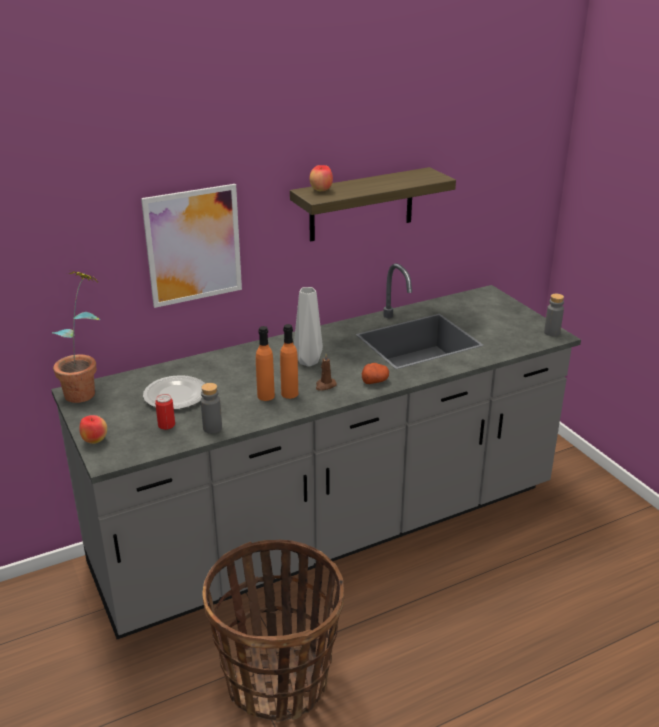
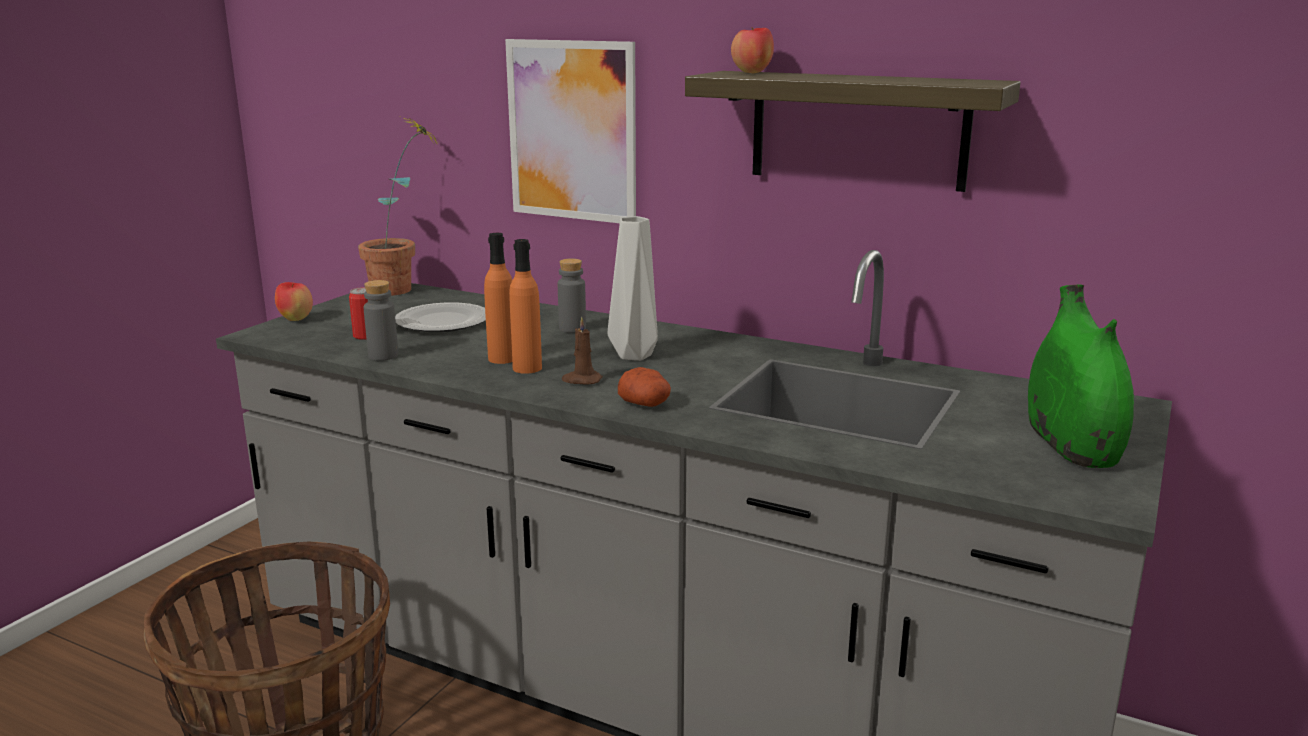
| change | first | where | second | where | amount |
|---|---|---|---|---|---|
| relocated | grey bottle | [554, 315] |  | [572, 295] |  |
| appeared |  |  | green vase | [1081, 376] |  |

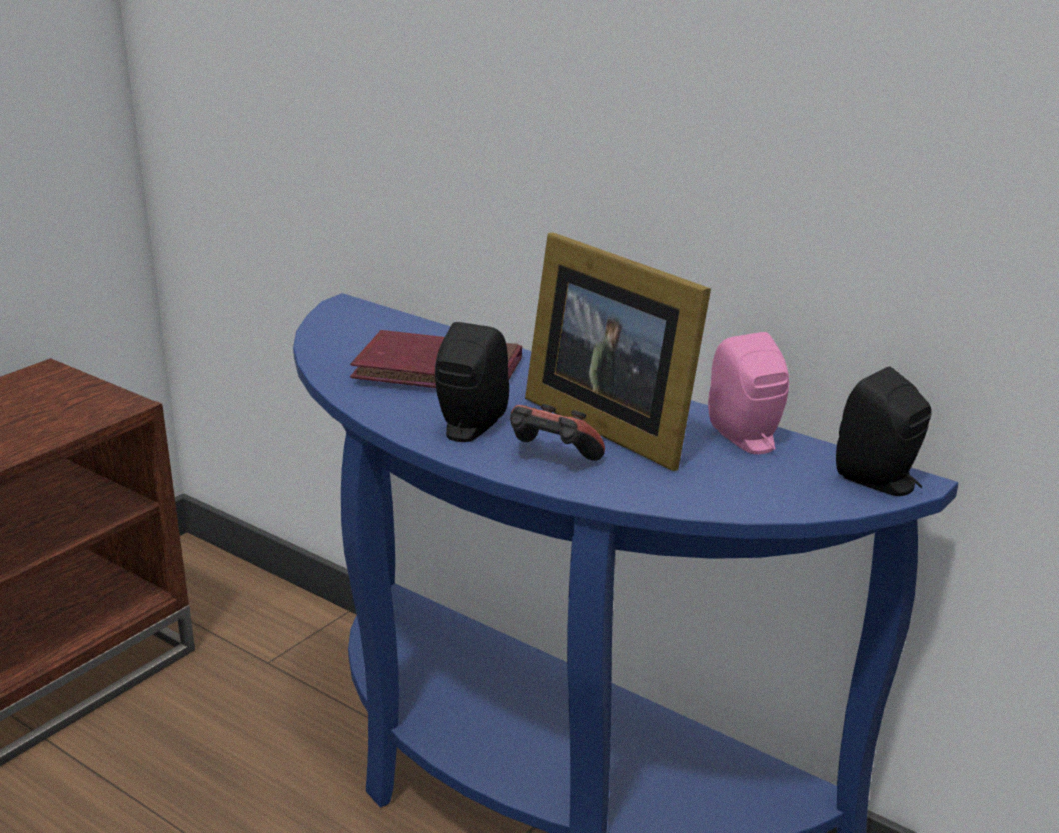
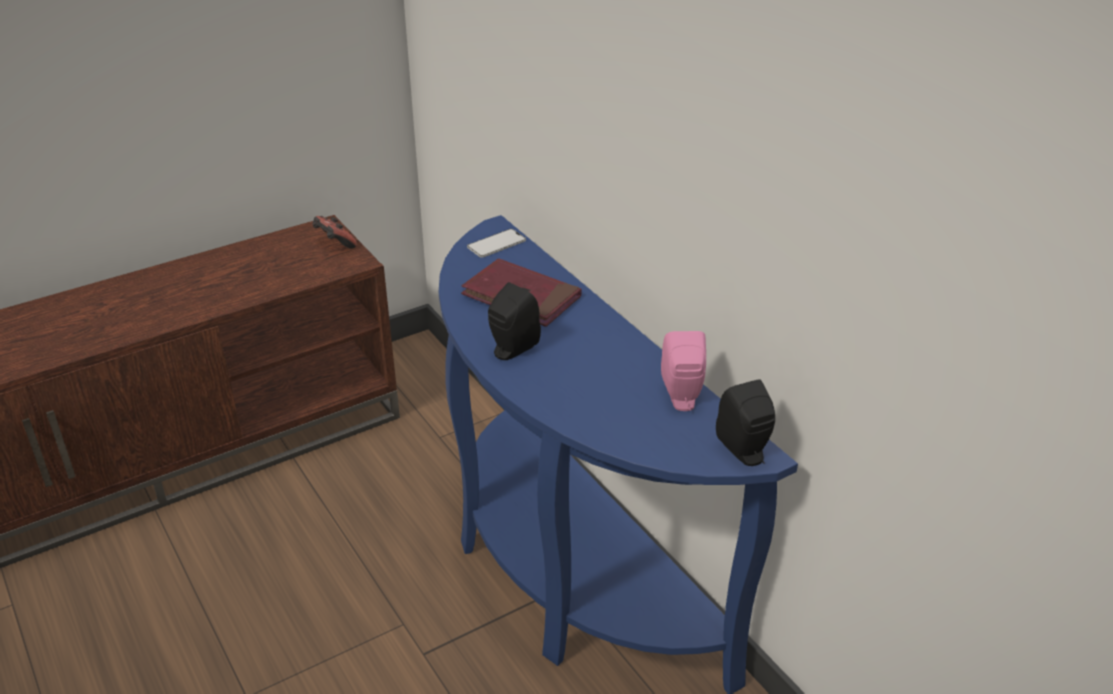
| change | first | where | second | where | amount |
|---|---|---|---|---|---|
| relocated | game controller | [557, 432] |  | [334, 232] |  |
| missing | picture frame | [618, 352] |  |  |  |
| appeared |  |  | phone | [496, 243] |  |

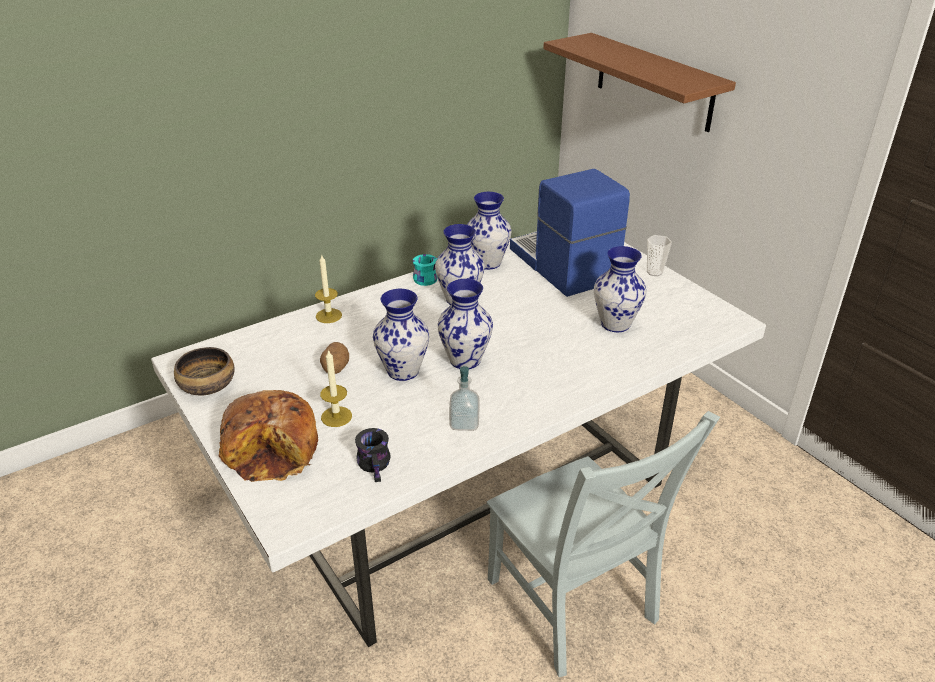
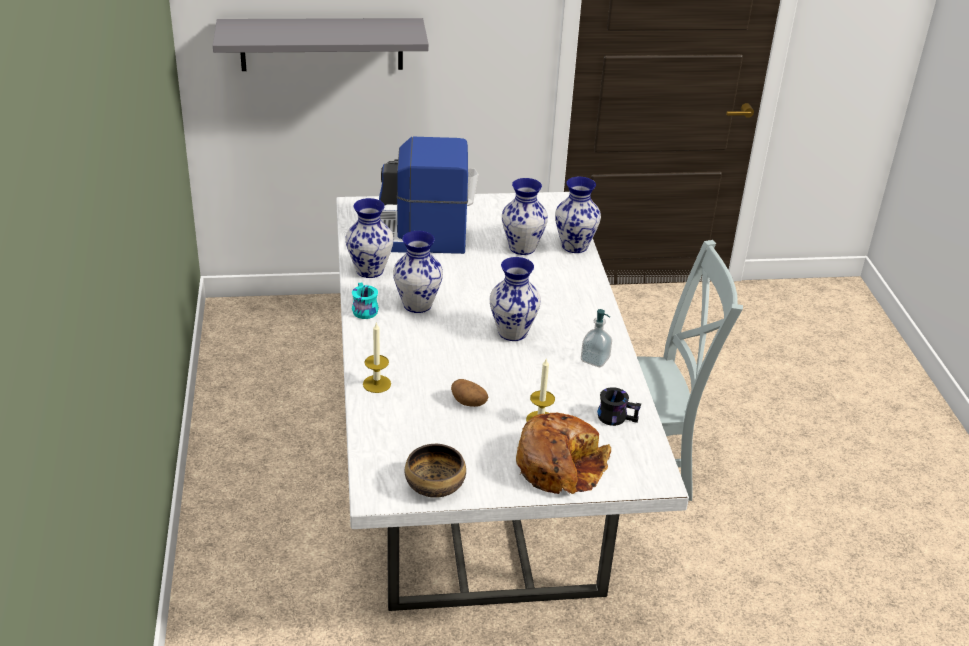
| change | first | where | second | where | amount |
|---|---|---|---|---|---|
| relocated | vase | [401, 335] |  | [578, 215] |  |
| colour | brown shelf | [639, 82] | grey shelf | [321, 44] |  |

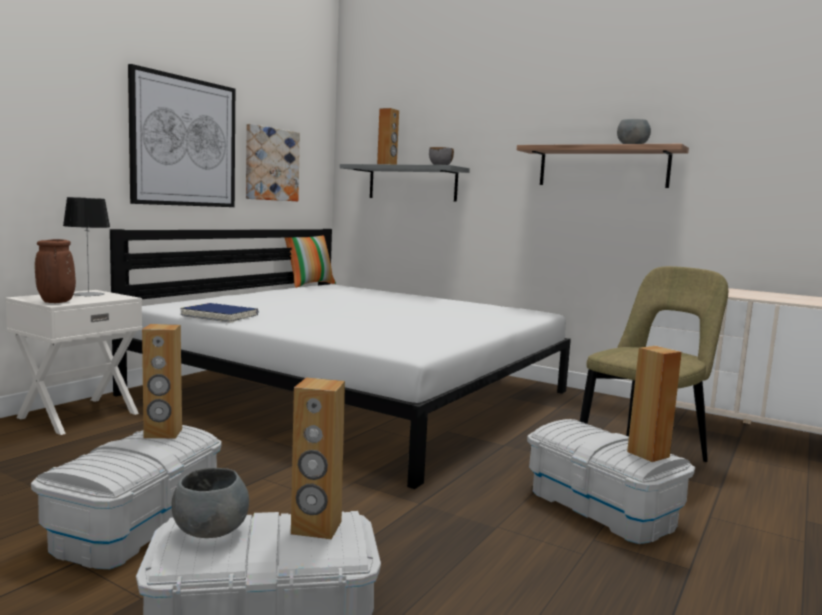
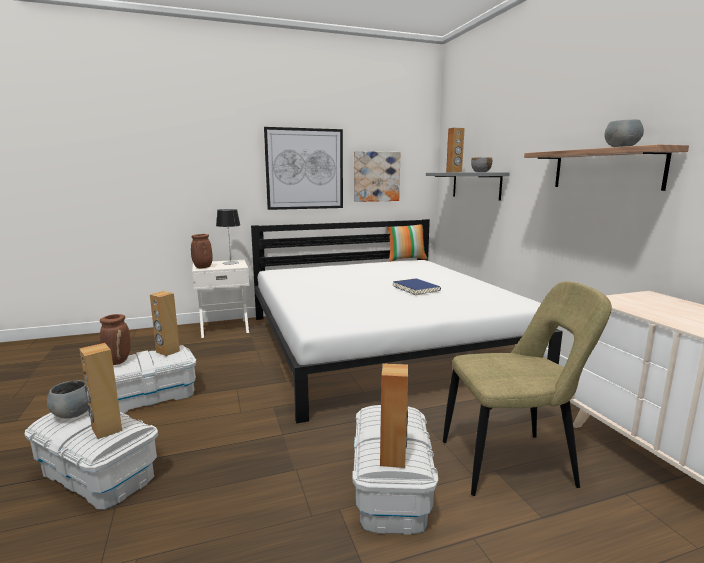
| change | first | where | second | where | amount |
|---|---|---|---|---|---|
| relocated | blue book | [219, 313] |  | [416, 286] |  |
| appeared |  |  | brown vase | [115, 339] |  |

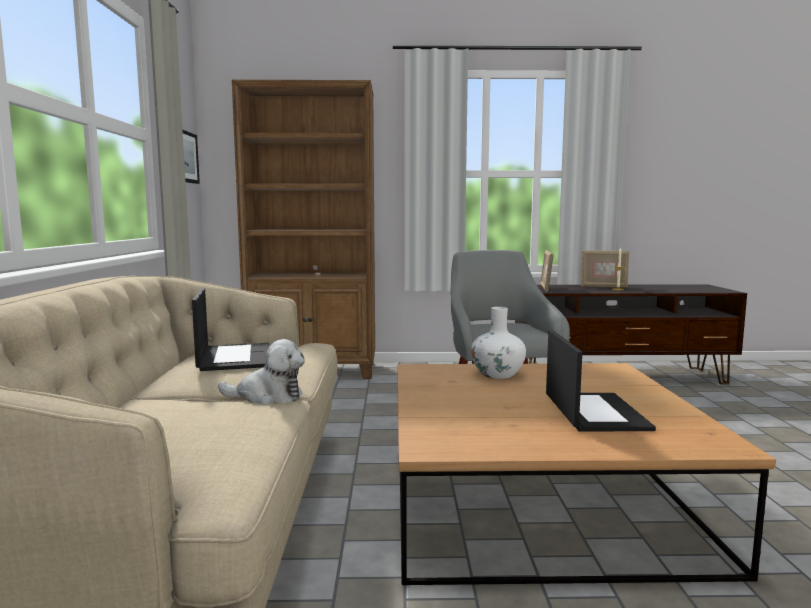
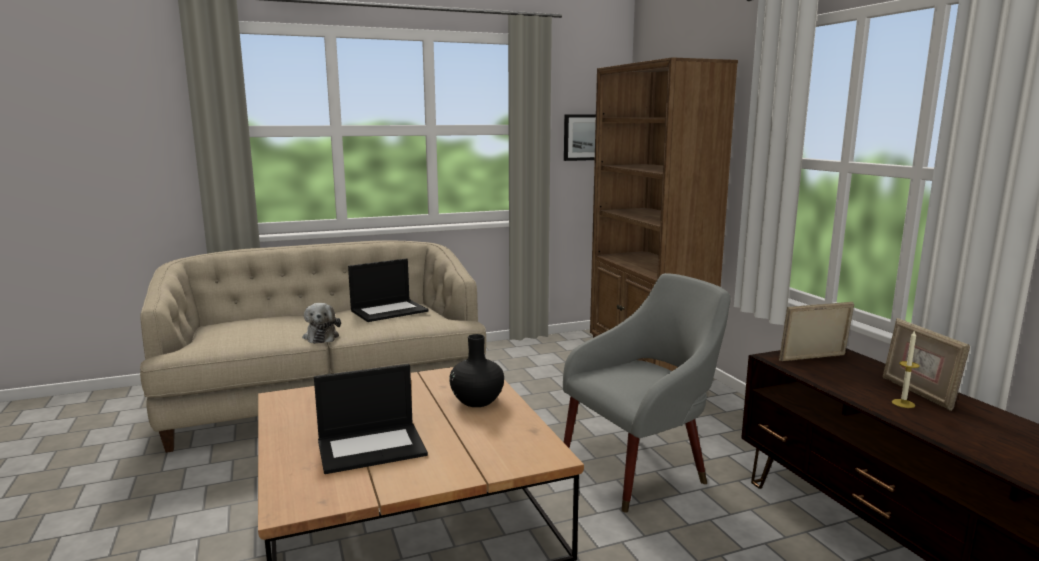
| change | first | where | second | where | amount |
|---|---|---|---|---|---|
| colour | white vase | [498, 343] | black vase | [476, 370] |  |

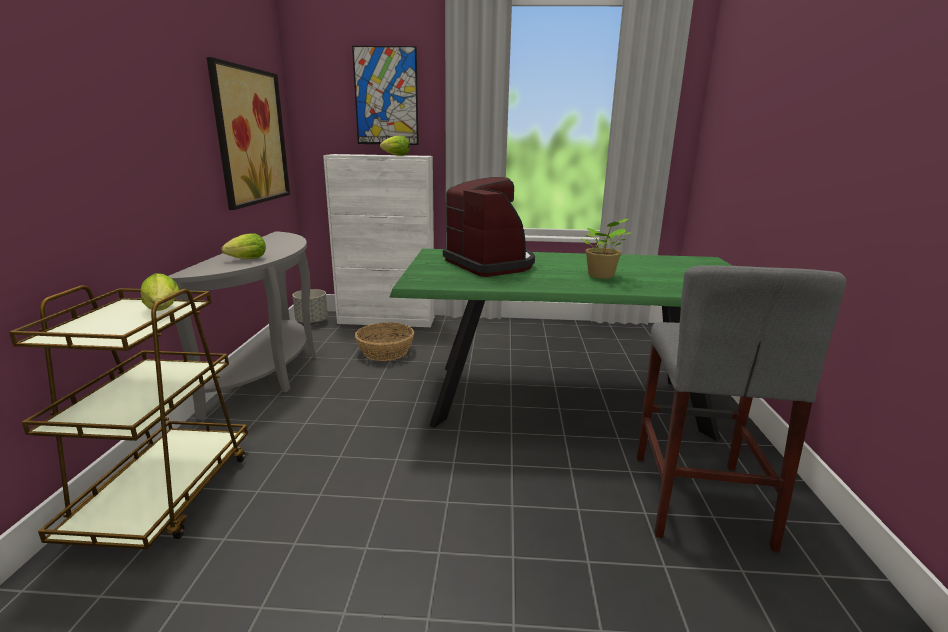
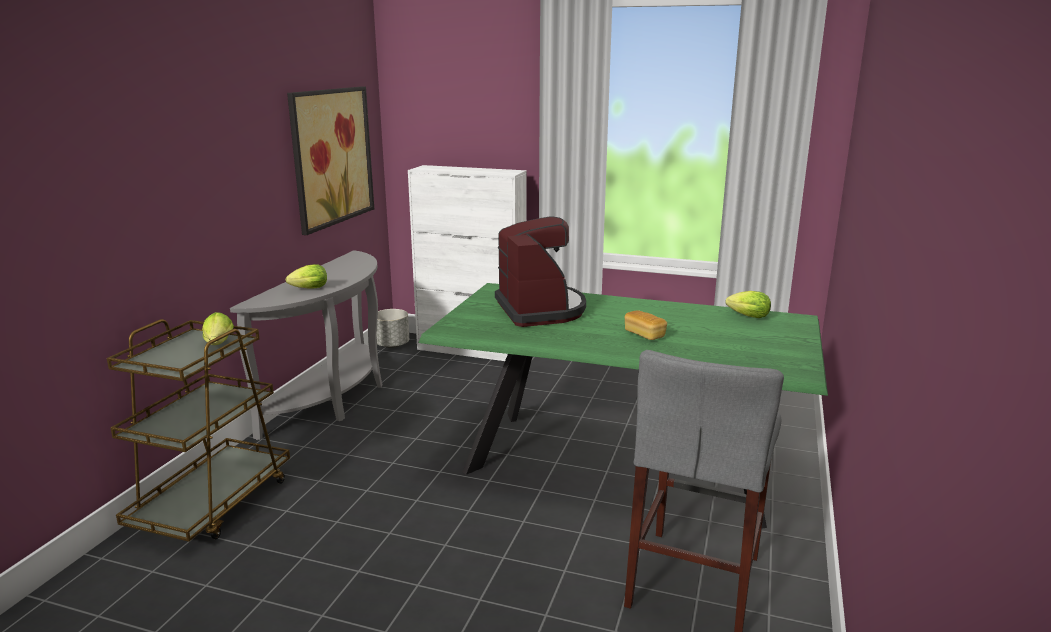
| change | first | where | second | where | amount |
|---|---|---|---|---|---|
| missing | picture | [385, 95] |  |  |  |
| missing | basket | [384, 341] |  |  |  |
| relocated | lettuce | [395, 146] |  | [748, 304] |  |
| exchanged | potted plant | [606, 248] | bread | [646, 325] |  |

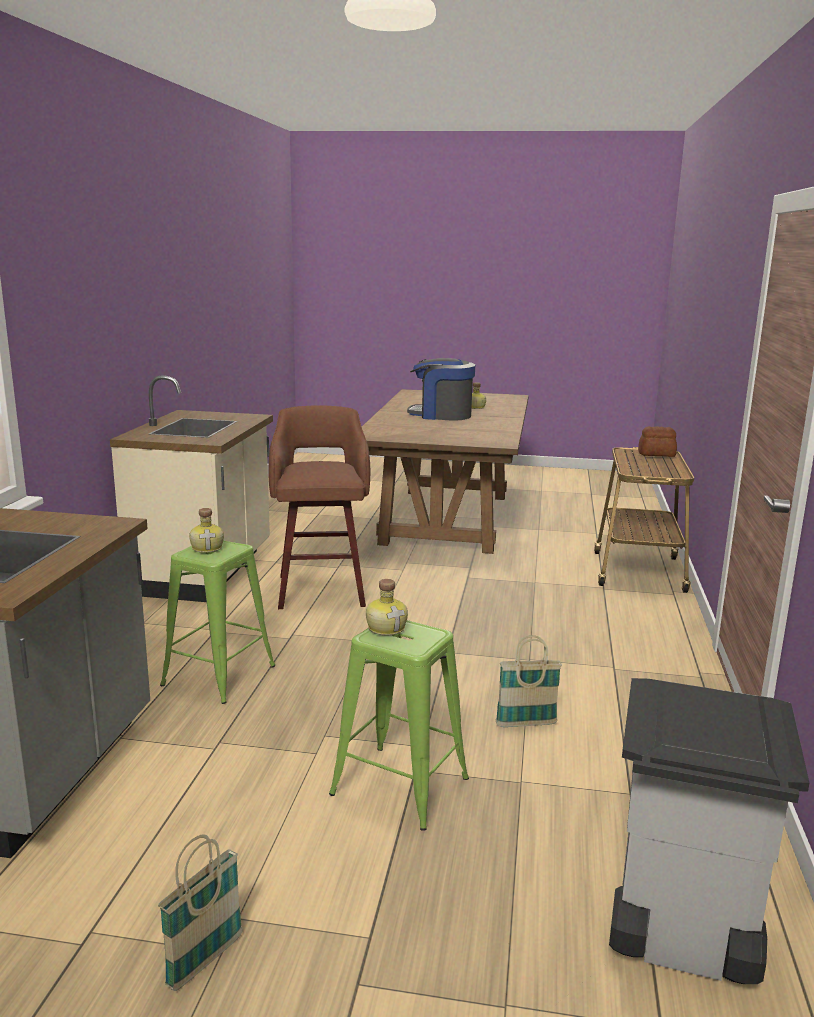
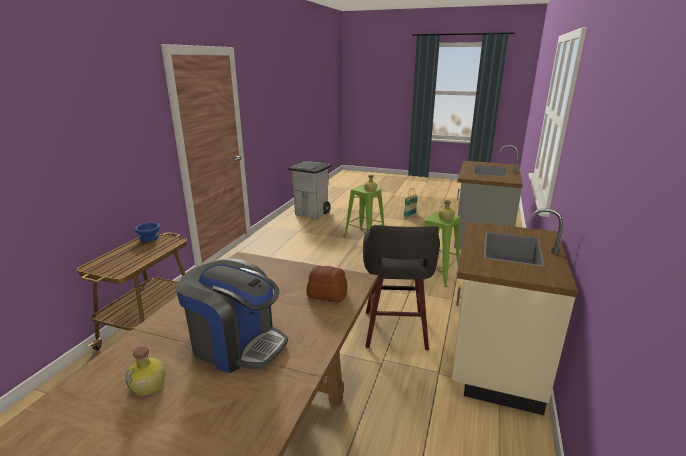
| change | first | where | second | where | amount |
|---|---|---|---|---|---|
| colour | brown stool | [319, 507] | grey stool | [401, 287] |  |
| missing | basket | [528, 681] |  |  |  |
| relocated | bread | [657, 441] |  | [326, 284] |  |
| appeared |  |  | blue bowl | [147, 232] |  |

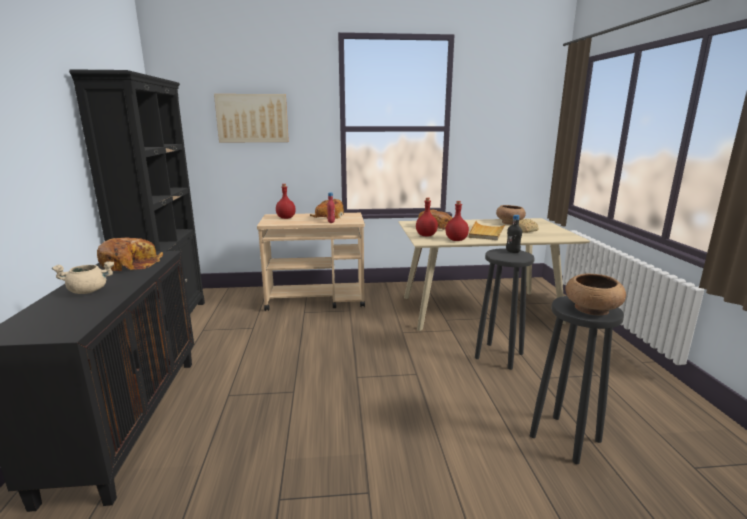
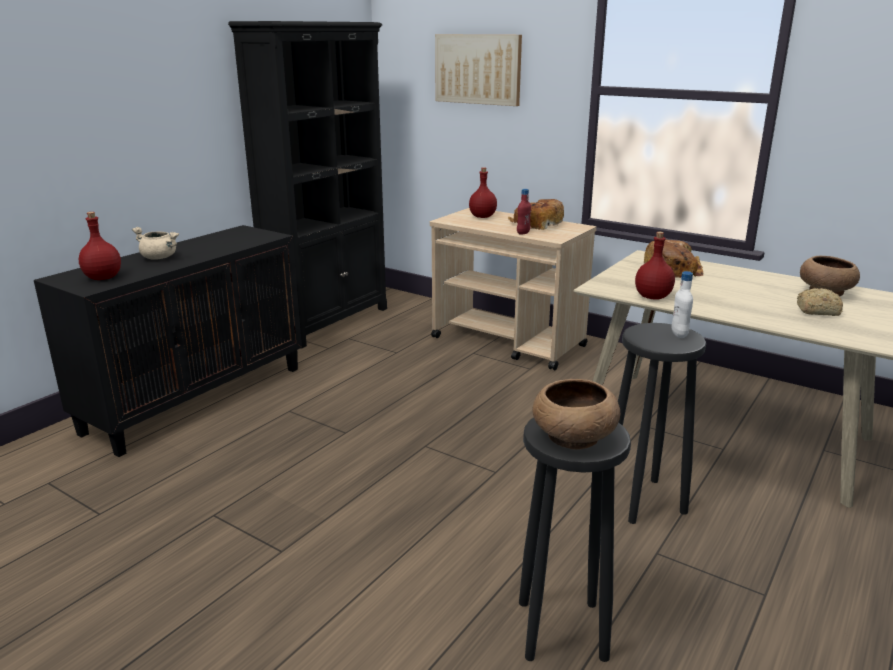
| change | first | where | second | where | amount |
|---|---|---|---|---|---|
| missing | bread | [130, 254] |  |  |  |
| relocated | red bottle | [427, 217] |  | [100, 246] |  |
| missing | beige tray | [487, 230] |  |  |  |
| colour | black bottle | [514, 234] | white bottle | [682, 304] |  |

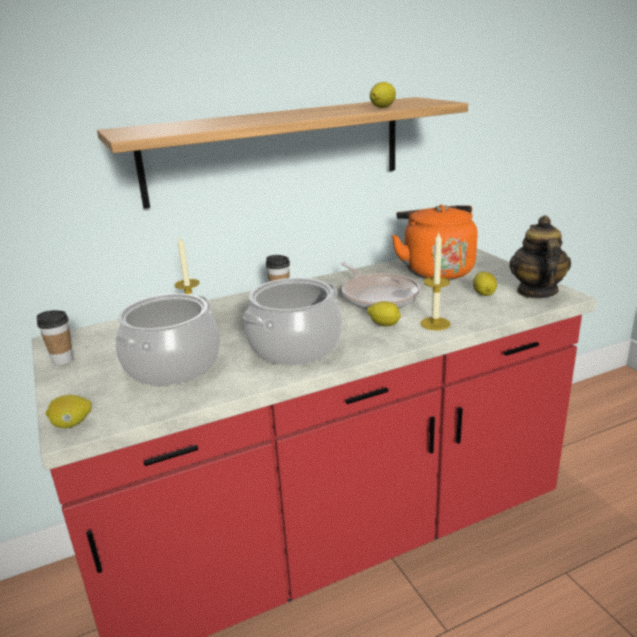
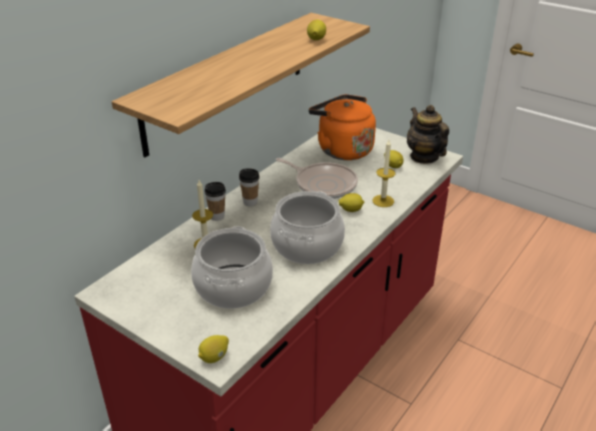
| change | first | where | second | where | amount |
|---|---|---|---|---|---|
| relocated | cup | [55, 337] |  | [215, 201] |  |

